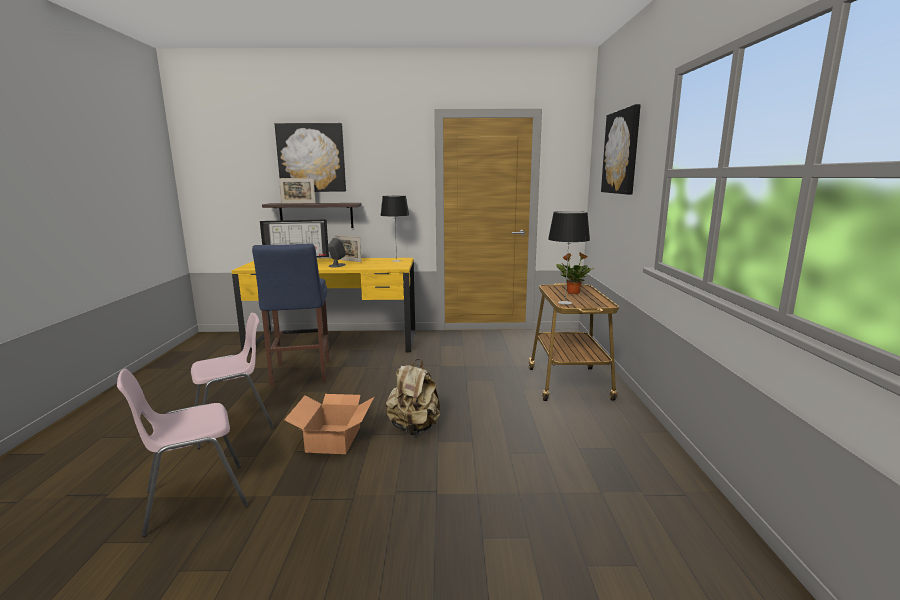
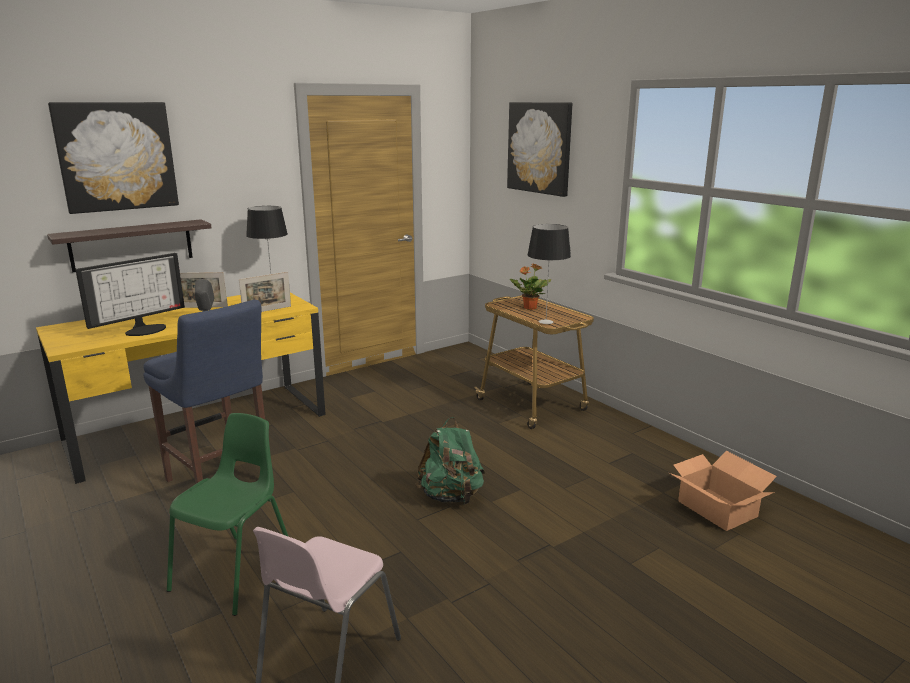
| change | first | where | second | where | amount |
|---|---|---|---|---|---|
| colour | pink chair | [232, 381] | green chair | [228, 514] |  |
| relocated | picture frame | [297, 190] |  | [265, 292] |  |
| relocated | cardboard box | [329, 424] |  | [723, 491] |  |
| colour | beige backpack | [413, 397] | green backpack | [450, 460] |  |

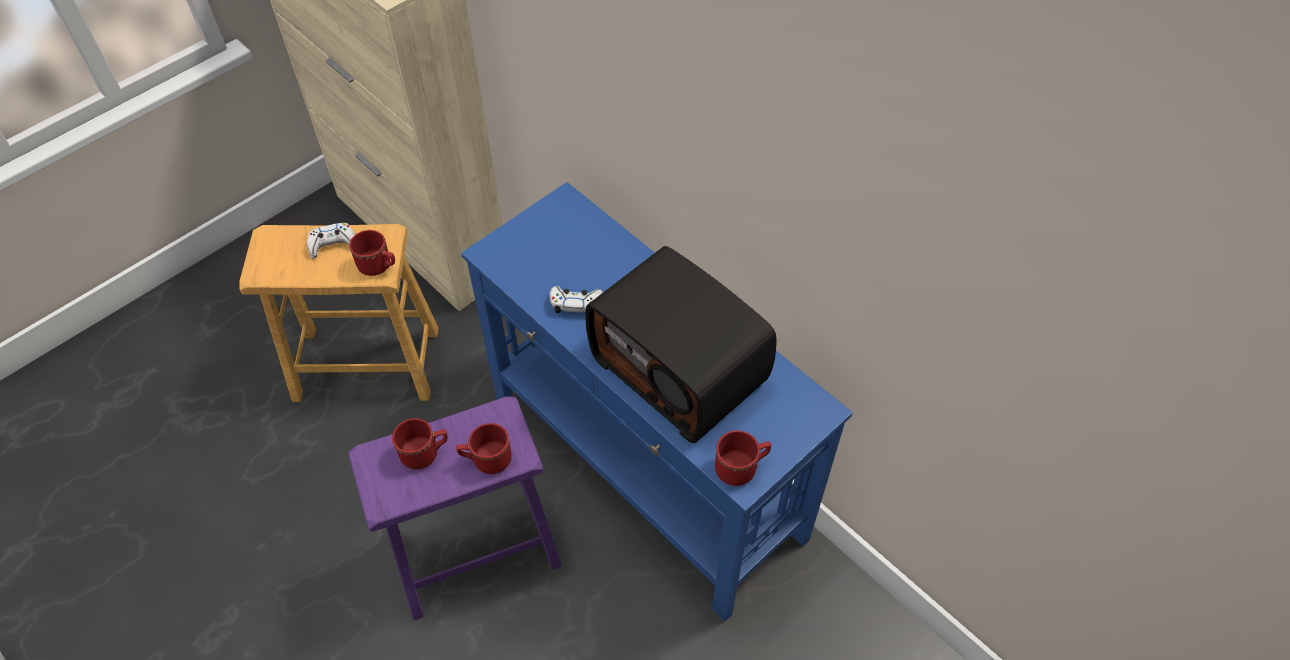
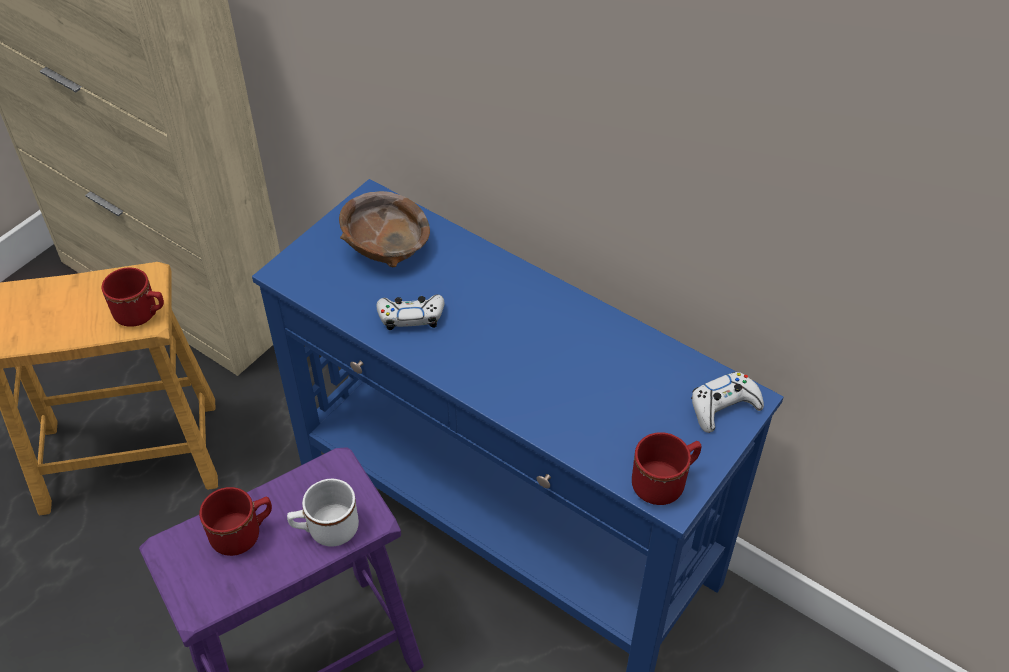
| change | first | where | second | where | amount |
|---|---|---|---|---|---|
| relocated | white game controller | [331, 240] |  | [727, 402] |  |
| colour | red mug | [484, 448] | white mug | [323, 512] |  |
| missing | radio | [680, 344] |  |  |  |
| appeared |  |  | brown bowl | [384, 229] |  |

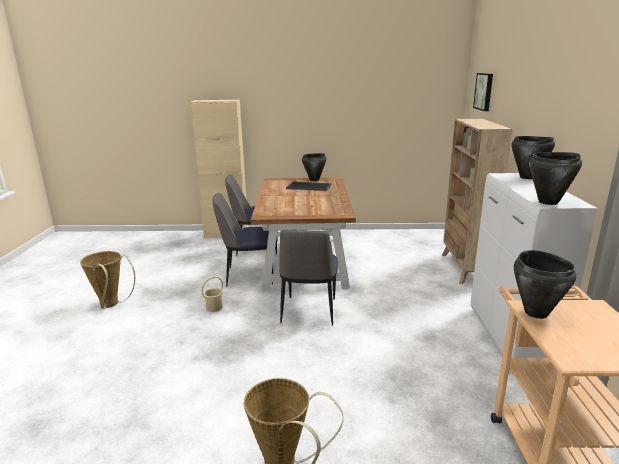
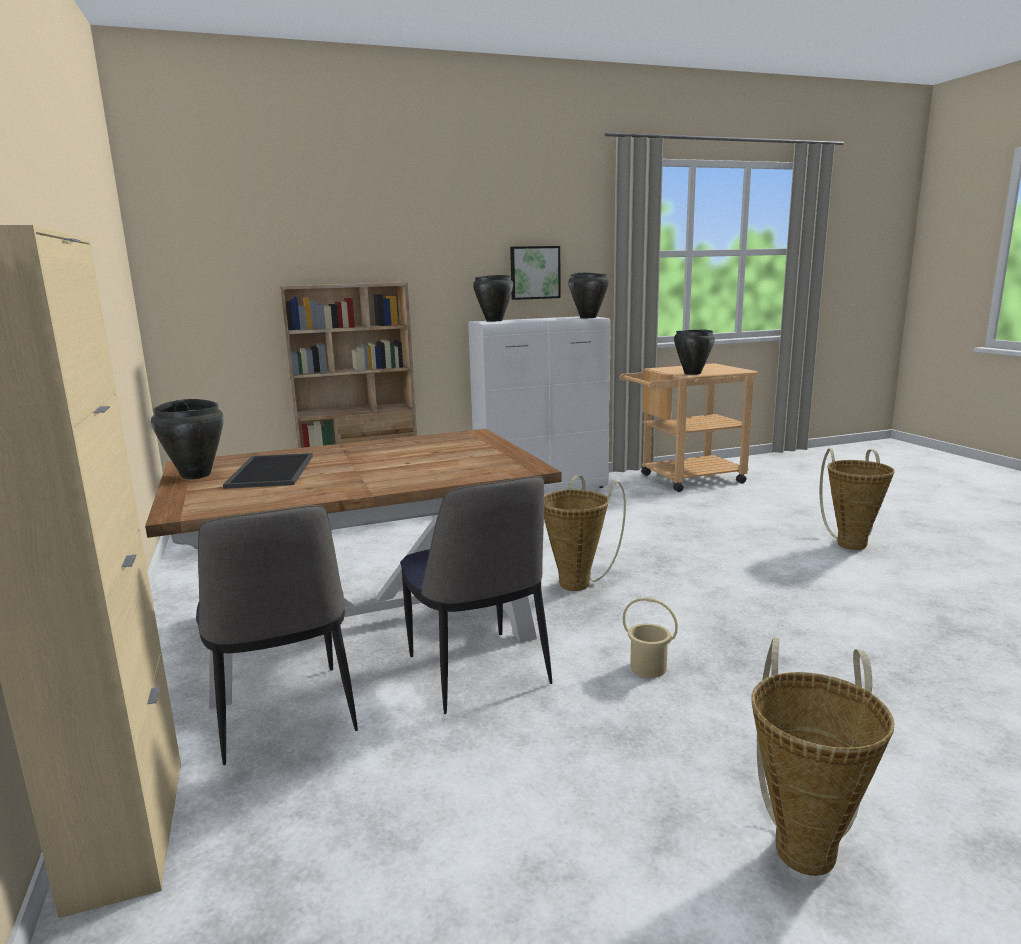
| change | first | where | second | where | amount |
|---|---|---|---|---|---|
| exchanged | chair | [308, 278] | basket | [585, 533] |  |
| relocated | picture | [483, 92] |  | [535, 273] |  |

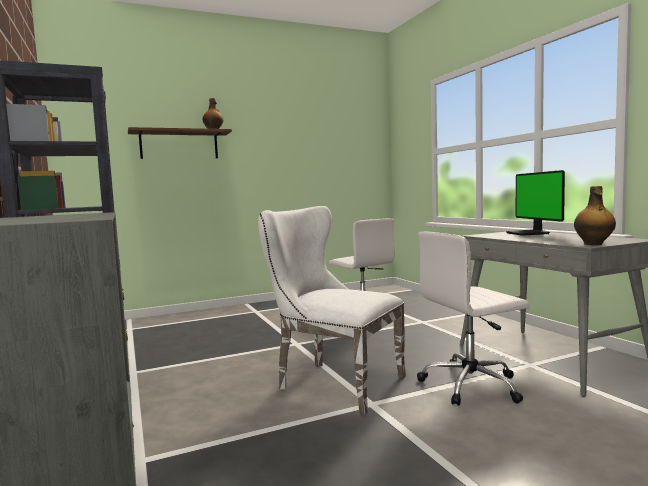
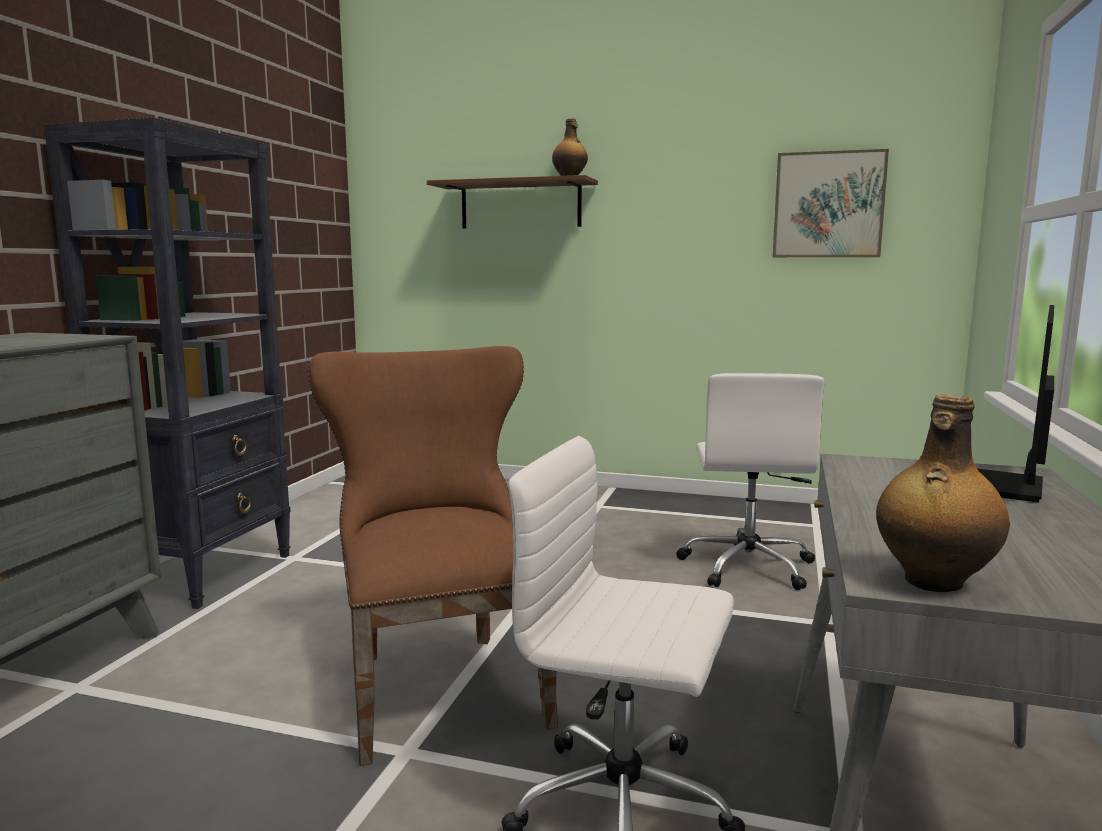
| change | first | where | second | where | amount |
|---|---|---|---|---|---|
| colour | white chair | [332, 310] | brown chair | [433, 556] |  |
| appeared |  |  | picture | [831, 203] |  |

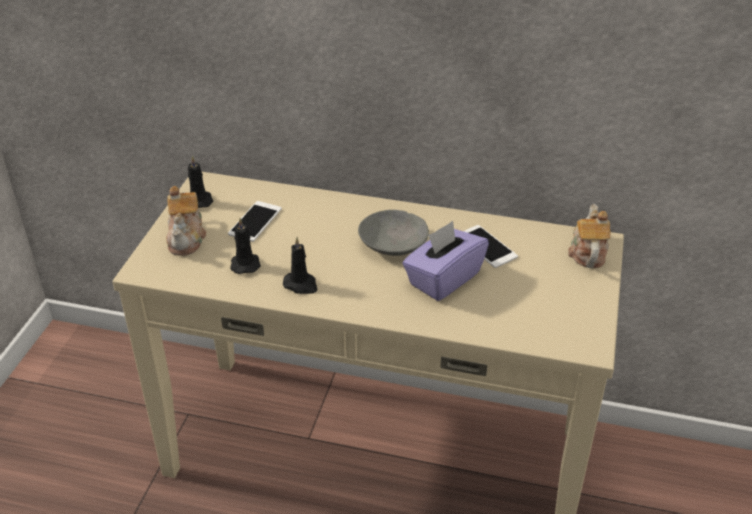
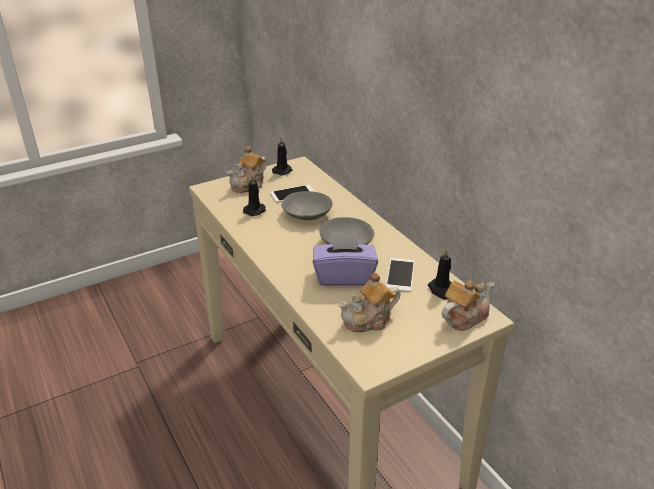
| change | first | where | second | where | amount |
|---|---|---|---|---|---|
| relocated | black candle | [300, 265] |  | [440, 274] |  |
| appeared |  |  | grey bowl | [307, 205] |  |
| appeared |  |  | teapot | [369, 302] |  |

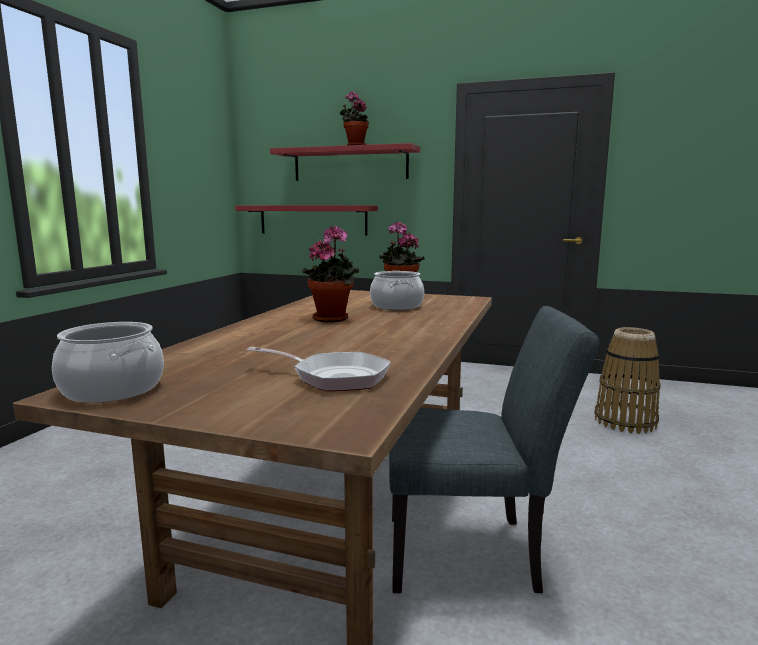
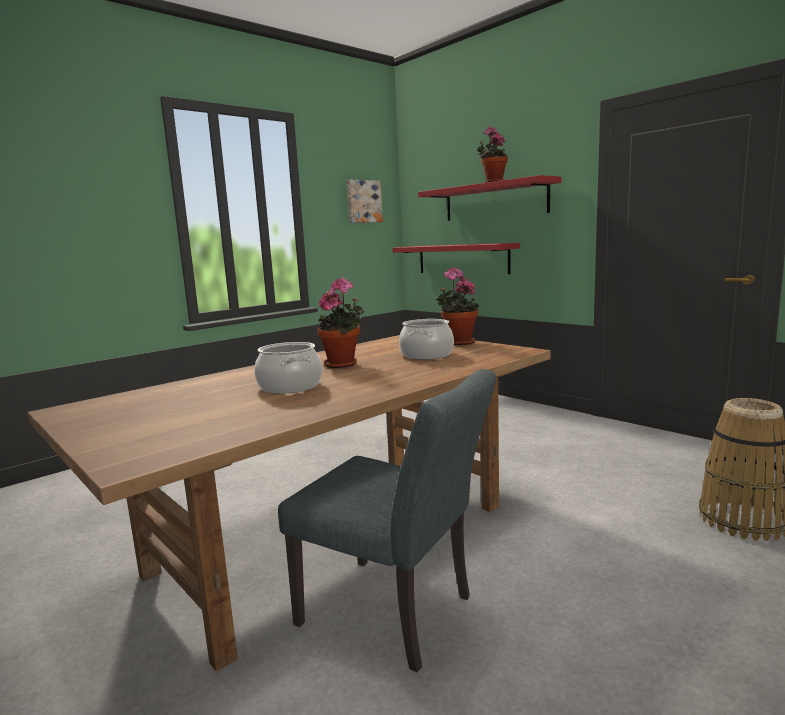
| change | first | where | second | where | amount |
|---|---|---|---|---|---|
| relocated | cooking pot | [108, 362] |  | [288, 368] |  |
| missing | frying pan | [318, 369] |  |  |  |
| appeared |  |  | picture | [365, 201] |  |

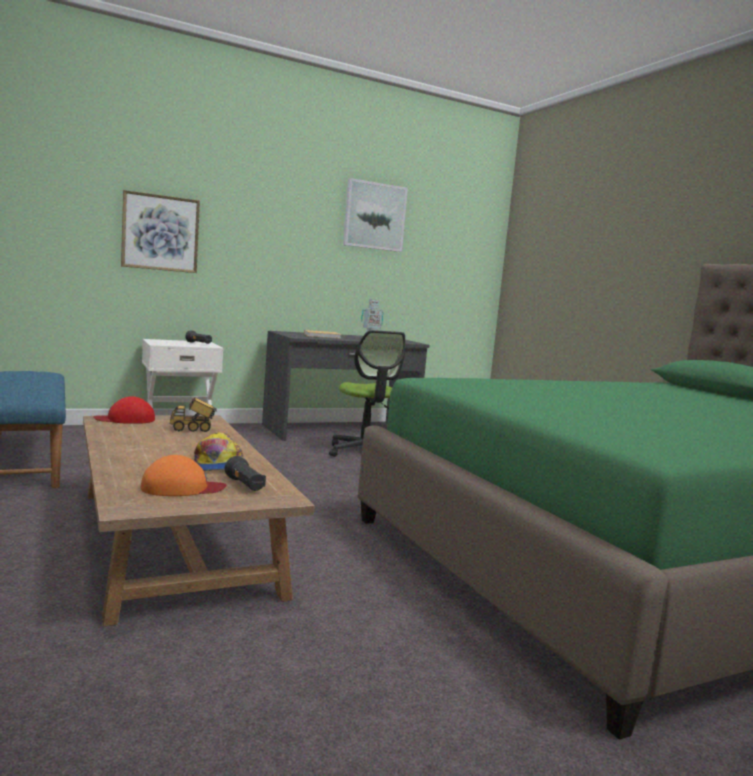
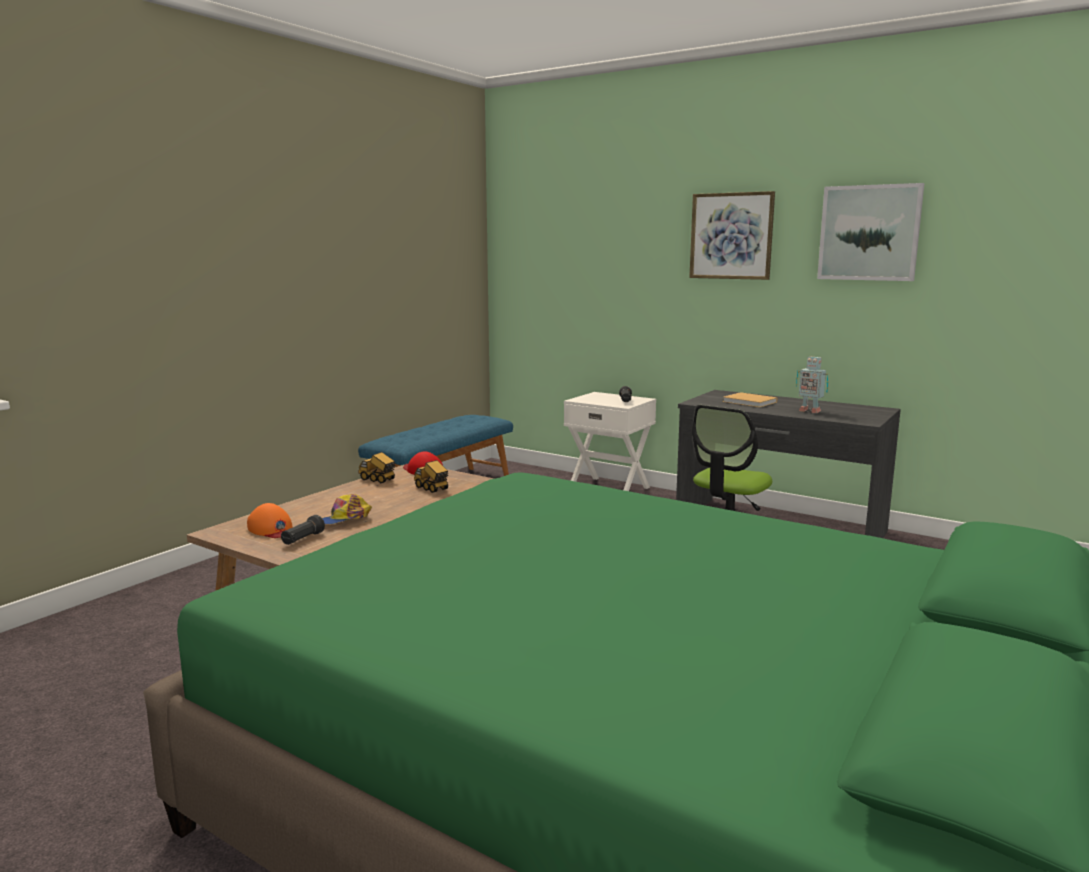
| change | first | where | second | where | amount |
|---|---|---|---|---|---|
| relocated | picture | [160, 231] |  | [732, 235] |  |
| appeared |  |  | toy truck | [377, 467] |  |

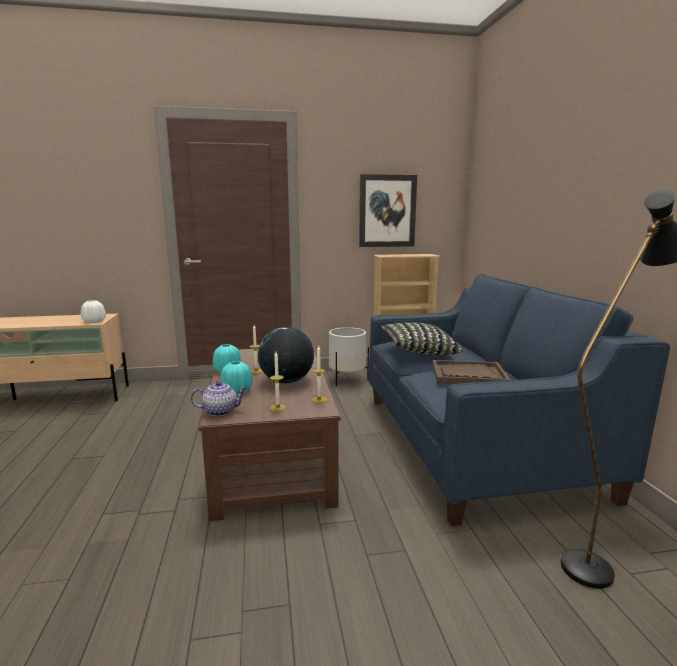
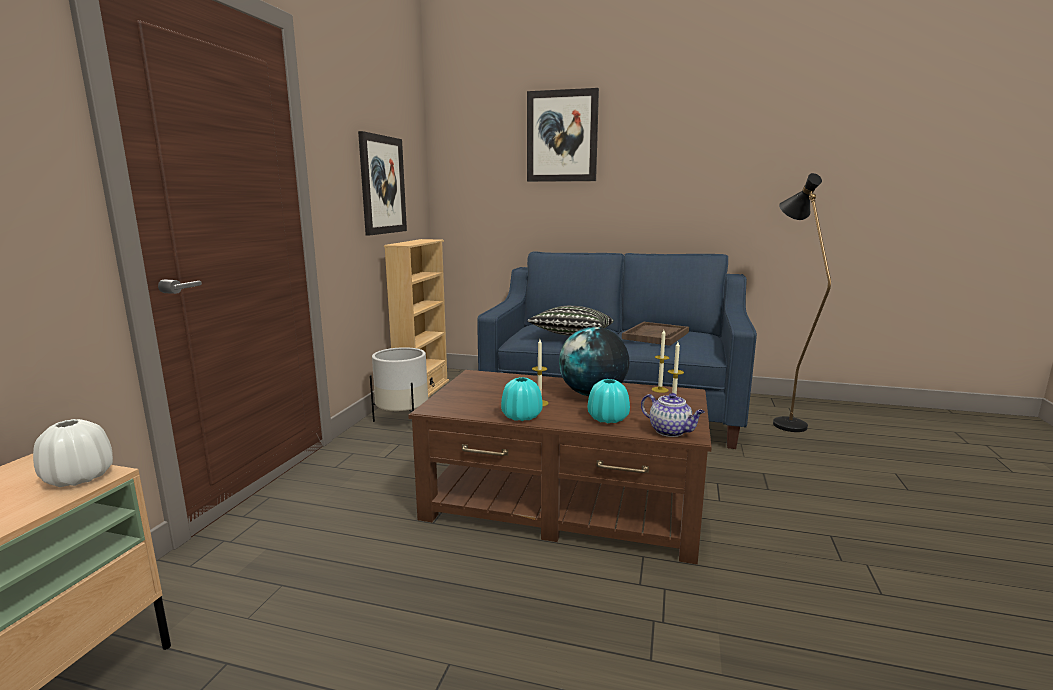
| change | first | where | second | where | amount |
|---|---|---|---|---|---|
| spun | teapot | [219, 398] |  | [673, 415] | 120 degrees clockwise |
| appeared |  |  | picture | [563, 135] |  |

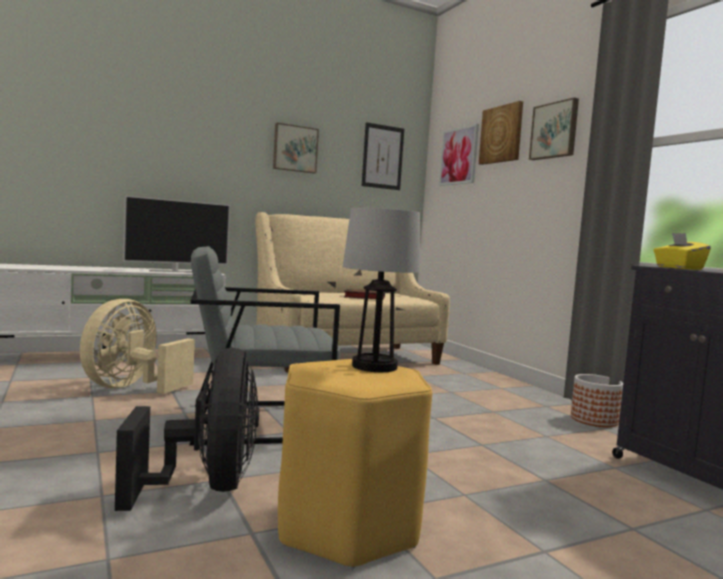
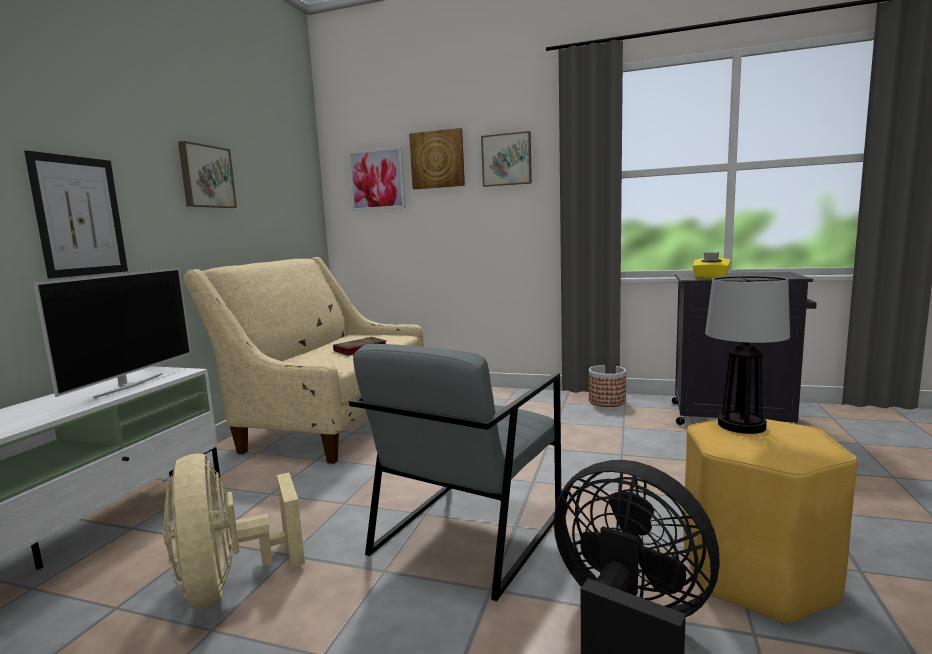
| change | first | where | second | where | amount |
|---|---|---|---|---|---|
| relocated | picture | [383, 156] |  | [76, 214] |  |

